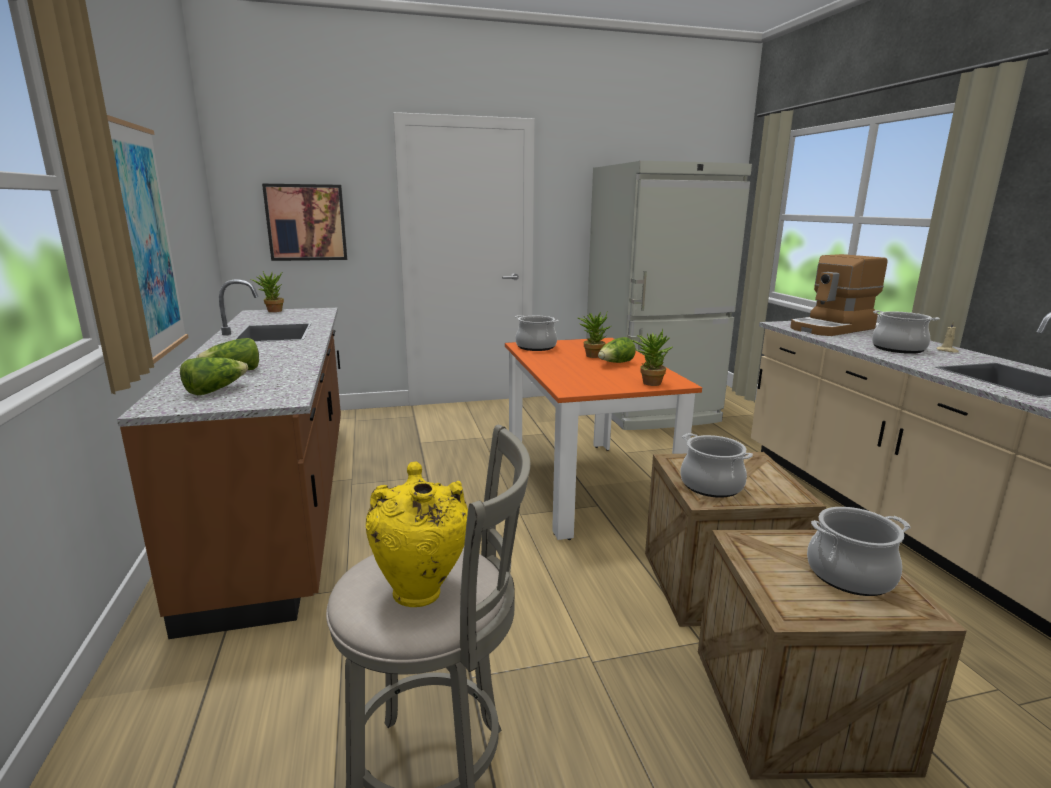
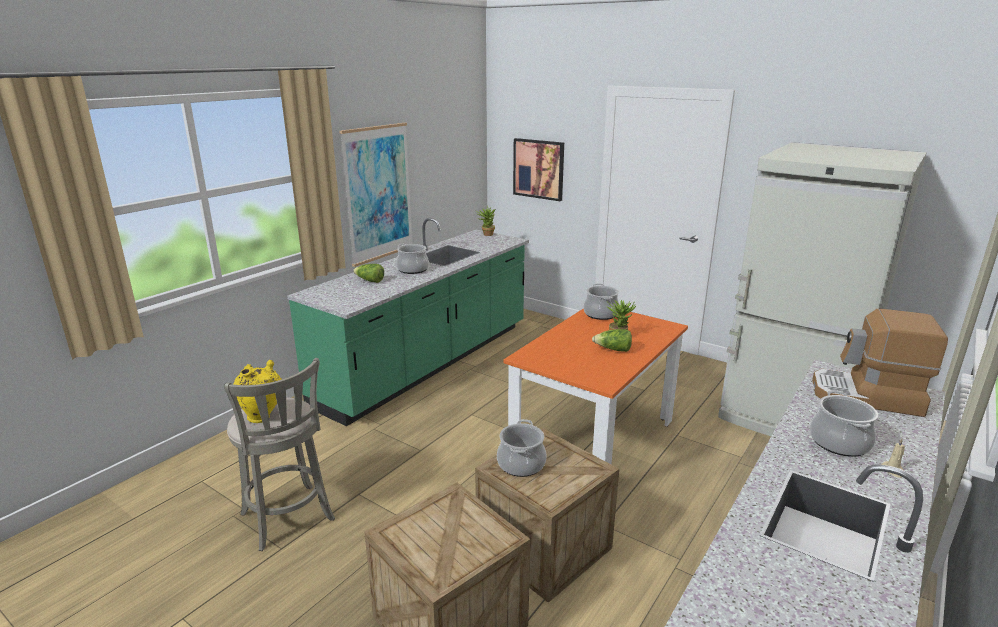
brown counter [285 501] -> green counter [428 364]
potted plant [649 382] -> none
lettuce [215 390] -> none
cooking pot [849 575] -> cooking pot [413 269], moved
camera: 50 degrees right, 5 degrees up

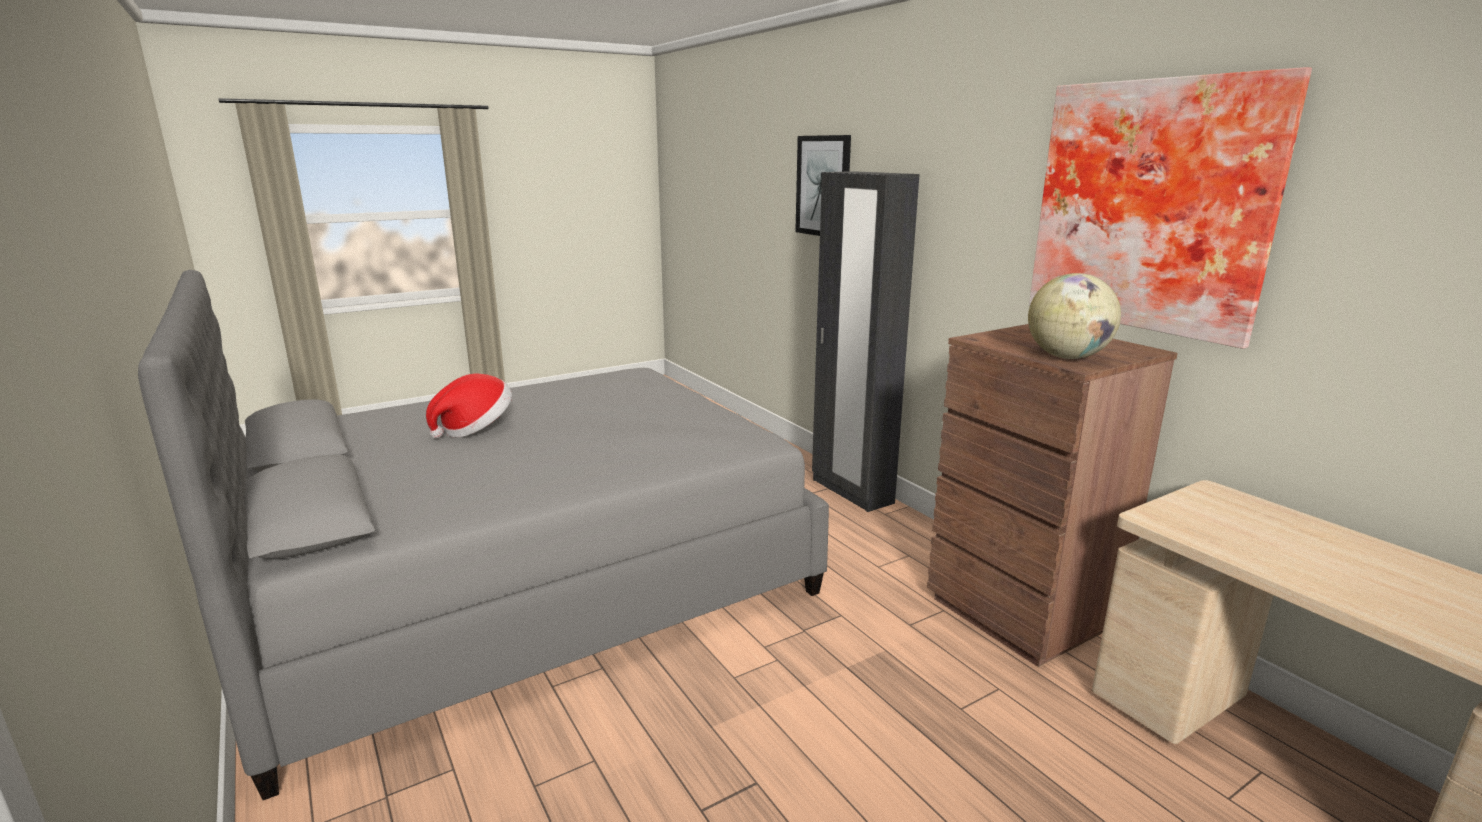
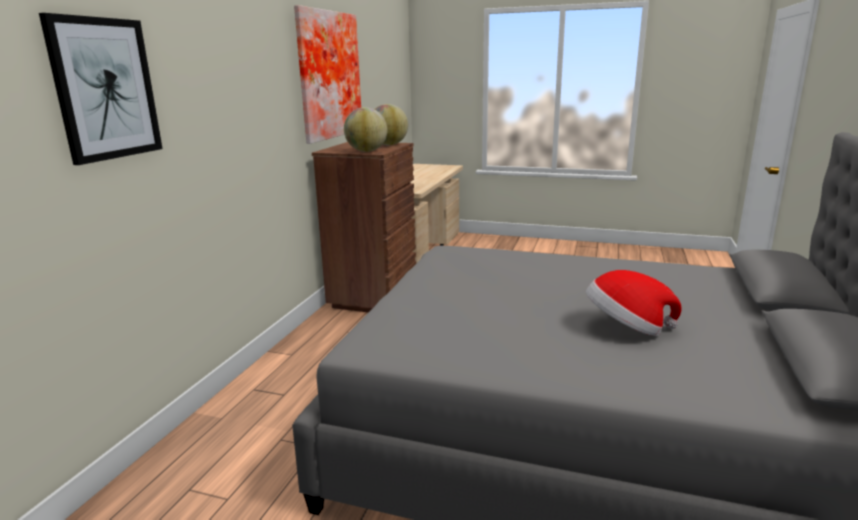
black wardrobe [851 491] -> none
none -> globe [366 151]
camera: 130 degrees left, 0 degrees up

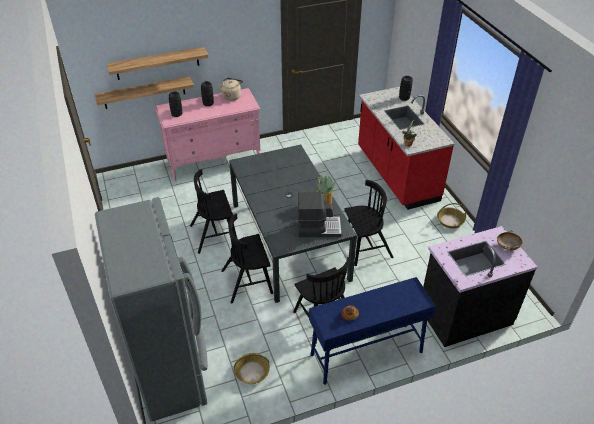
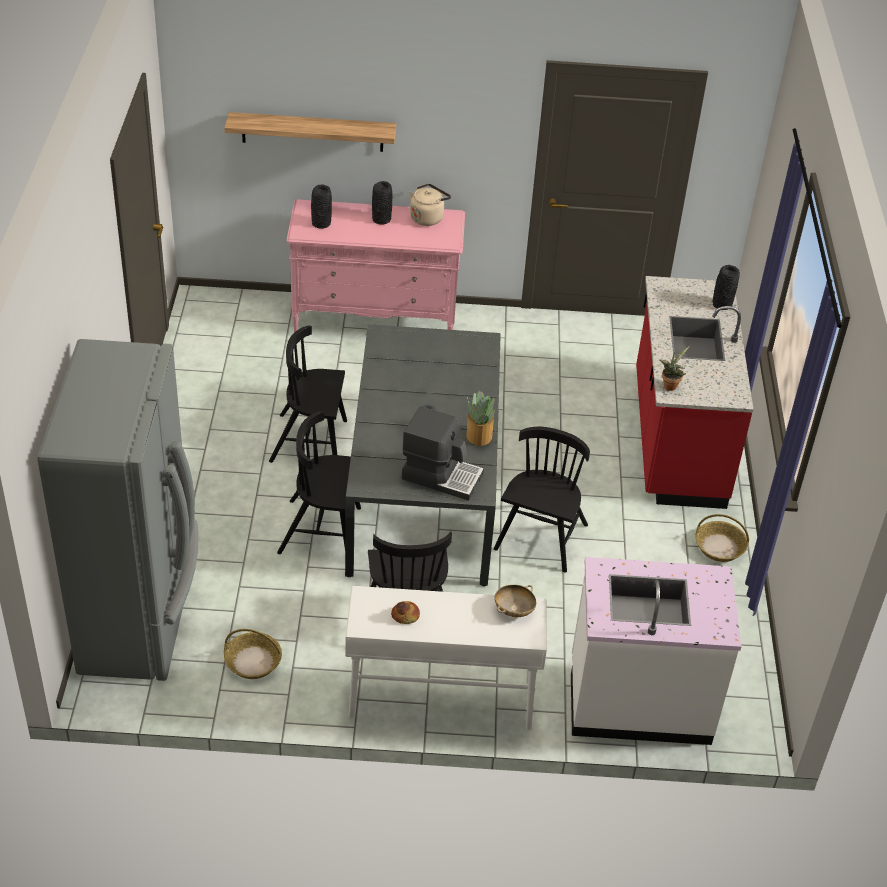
shelf [144 93] -> none
black chair [363 247] -> black chair [539 540], 75 degrees counterclockwise
black counter [464 314] -> white counter [639 701]
beige bowl [507 246] -> beige bowl [514 609], moved
blue console table [366 353] -> white console table [441 698]
camera: 20 degrees right, 0 degrees up

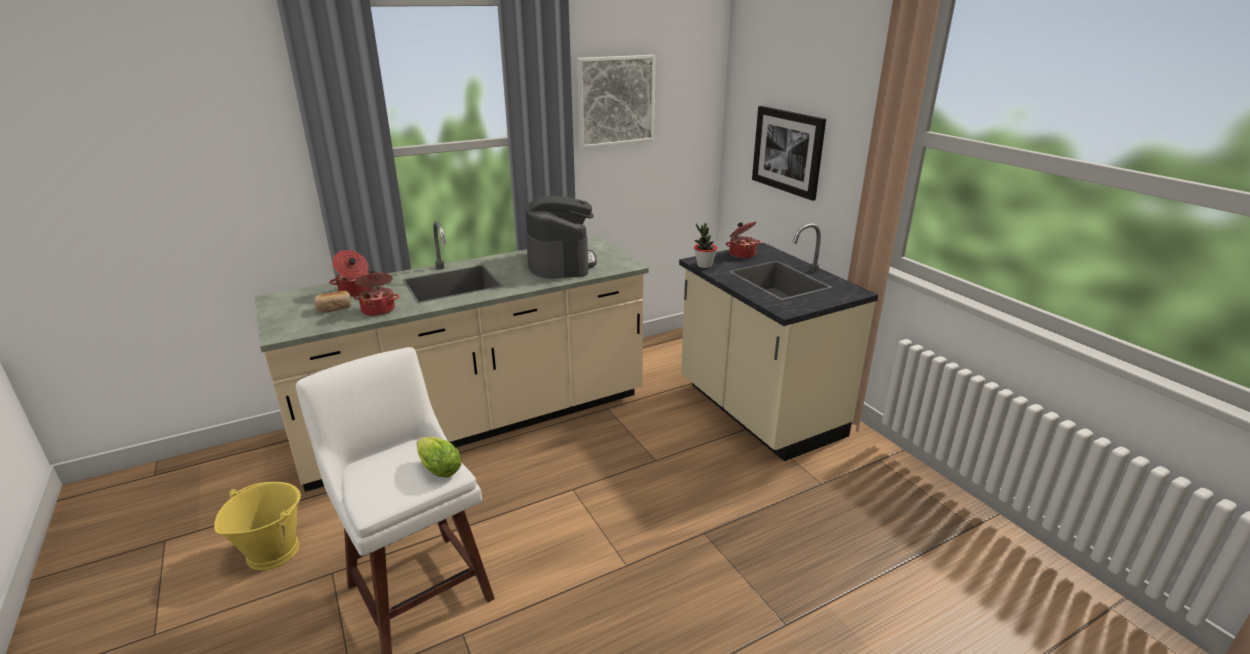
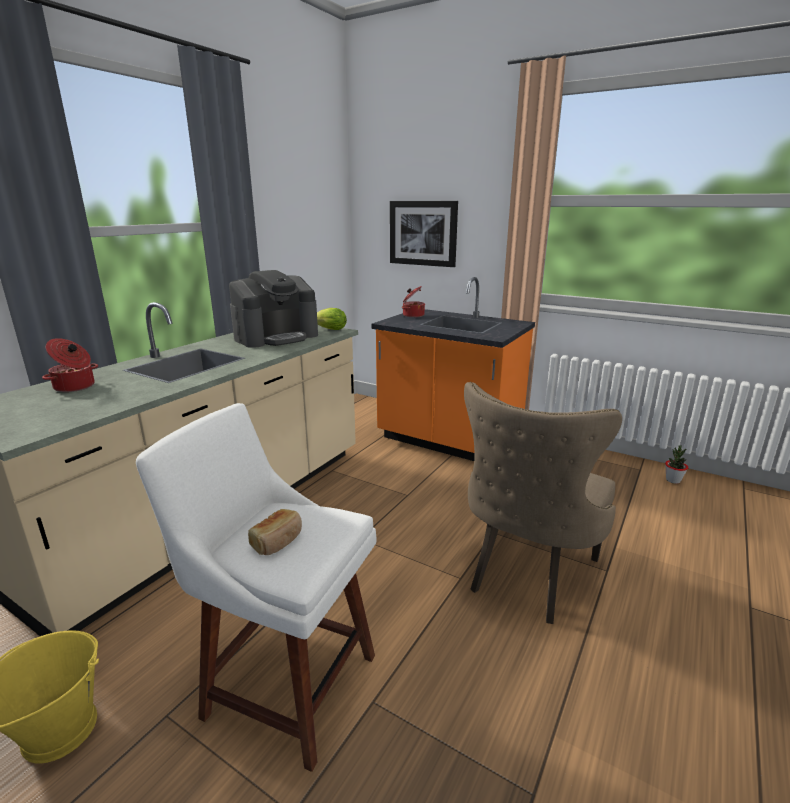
picture [615 101] -> none
coffee machine [560 262] -> coffee machine [276 337], 90 degrees clockwise
beige counter [758 411] -> orange counter [448 441]
potted plant [704 265] -> potted plant [673 480], moved
cooking pot [379 309] -> none
bread [334 308] -> bread [277 541], moved
lettuce [437 468] -> lettuce [329 329], moved
none -> beige chair [528 574]
camera: 30 degrees left, 5 degrees down

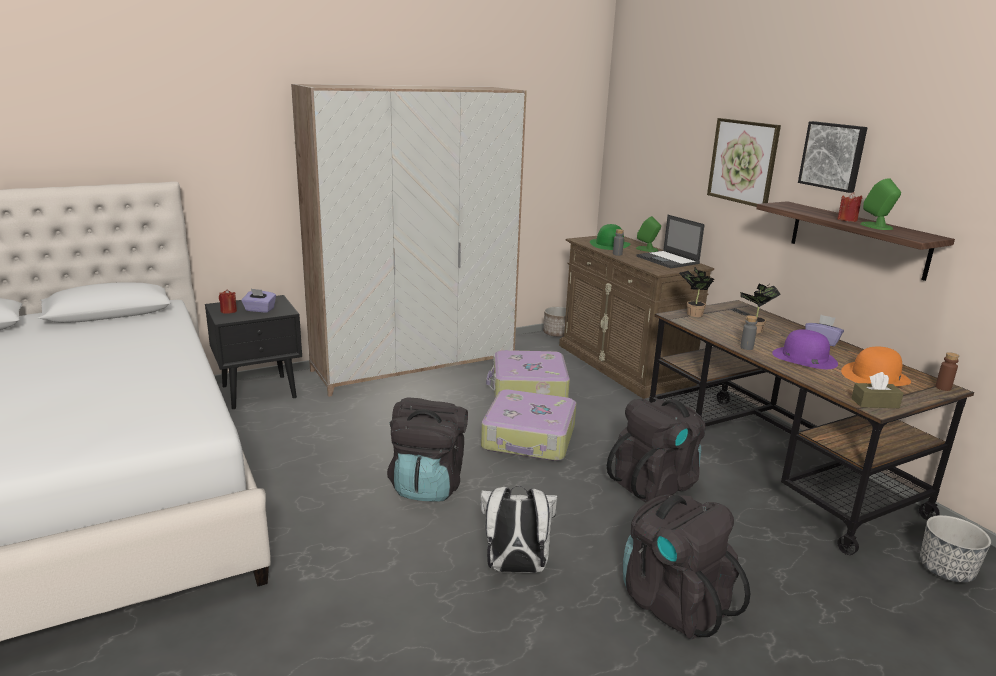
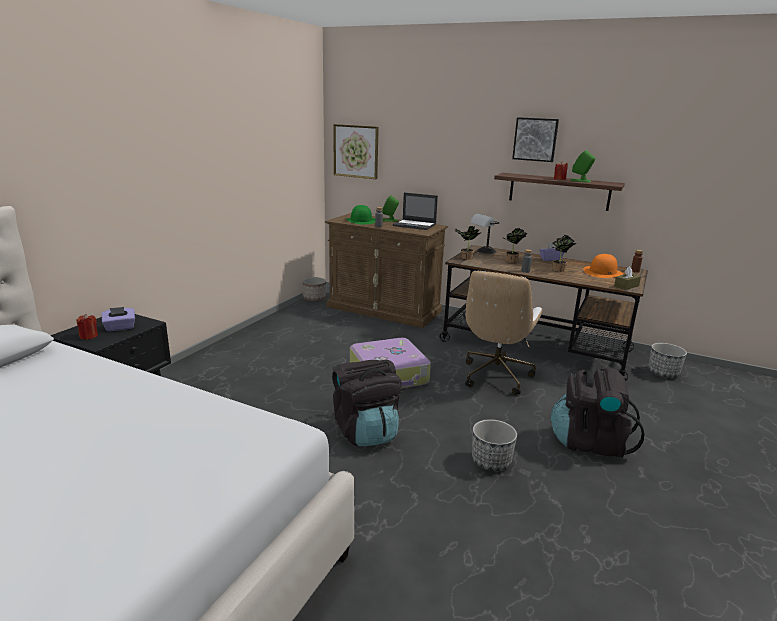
white wardrobe [415 366] -> none
picture [743 162] -> picture [356 151], moved
purple hat [804 358] -> potted plant [559 270]
suitcase [528 389] -> none
black backpack [655 483] -> white office chair [495 378]
white backpack [515 568] -> planter [491 462]
none -> table lamp [484 251]
camera: 35 degrees left, 0 degrees up

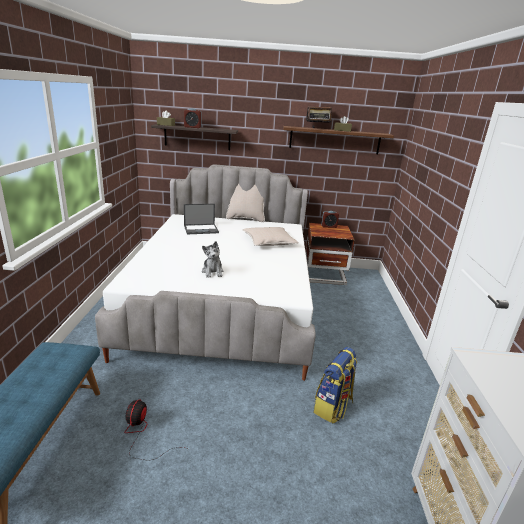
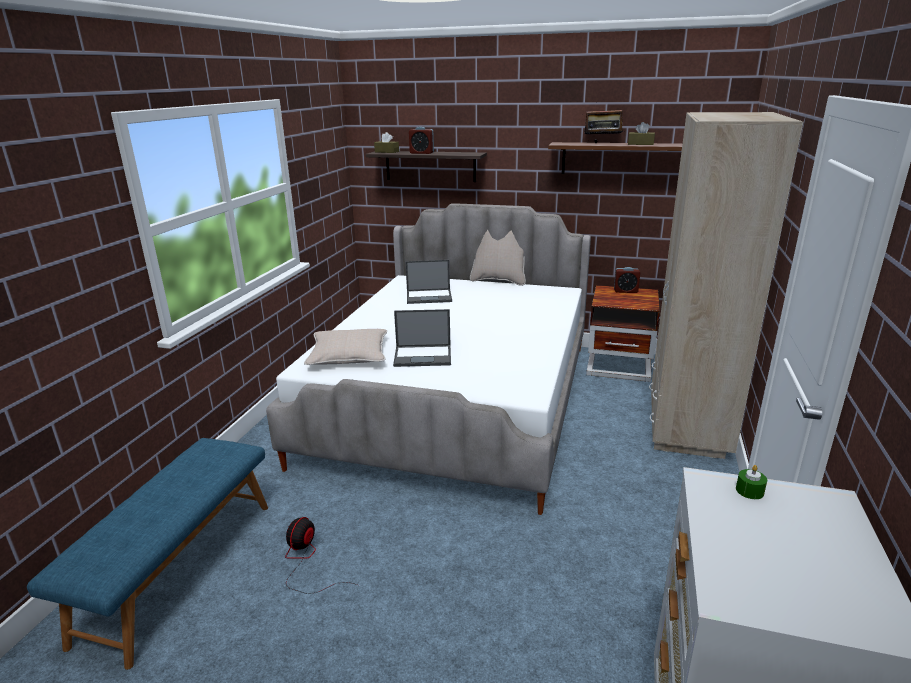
beige pillow [269 241] -> beige pillow [348 354], moved
plush toy [212 272] -> laptop [423 356]
backpack [333 407] -> none
none -> beige wardrobe [687 426]
none -> green candle [749 491]
camera: 15 degrees right, 0 degrees up

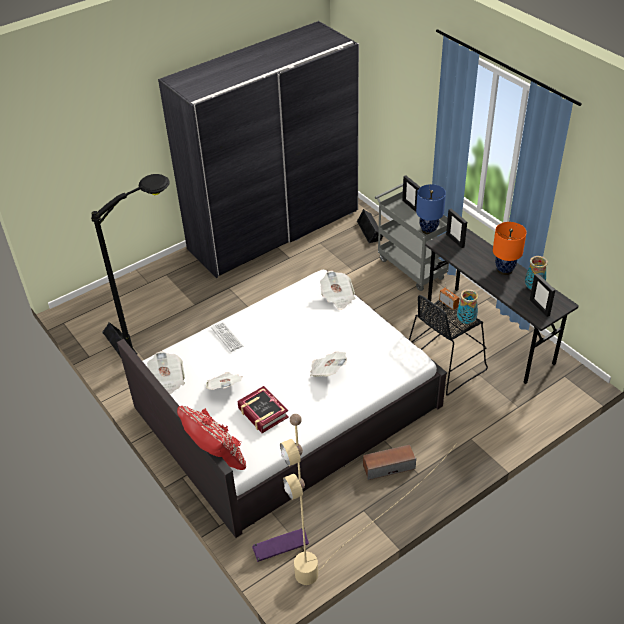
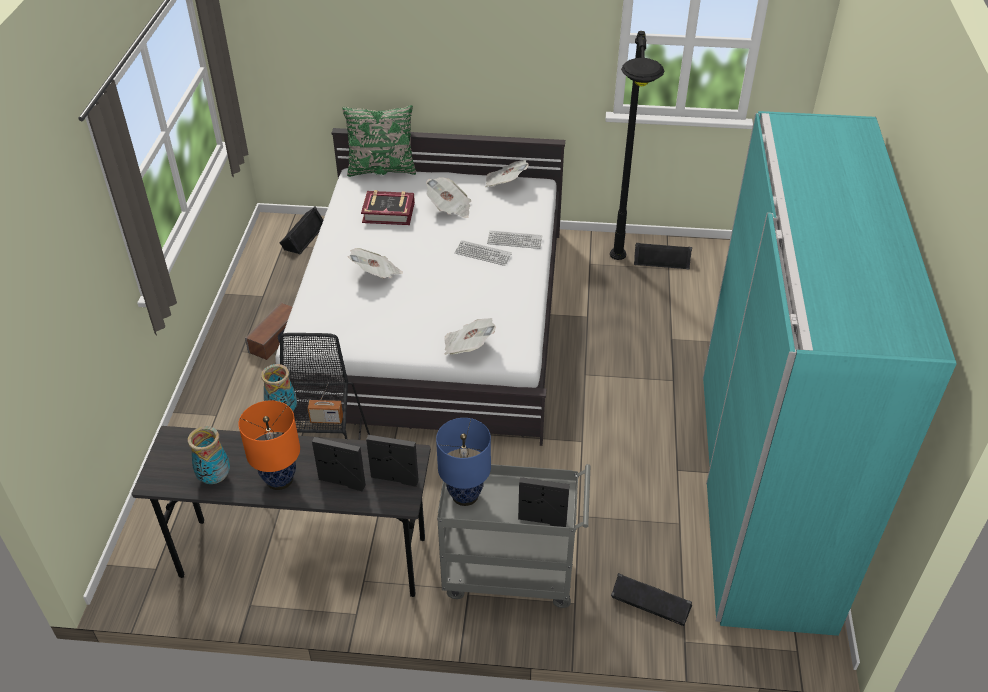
grey wardrobe [274 229] -> turquoise wardrobe [762 494]
picture frame [540 307] -> picture frame [341 483], moved
red pillow [217 456] -> green pillow [382 170]
beige floor lamp [353 535] -> none
purple speaker [280 548] -> black speaker [302 236]
none -> keyboard [483 254]
camera: 130 degrees right, 0 degrees up

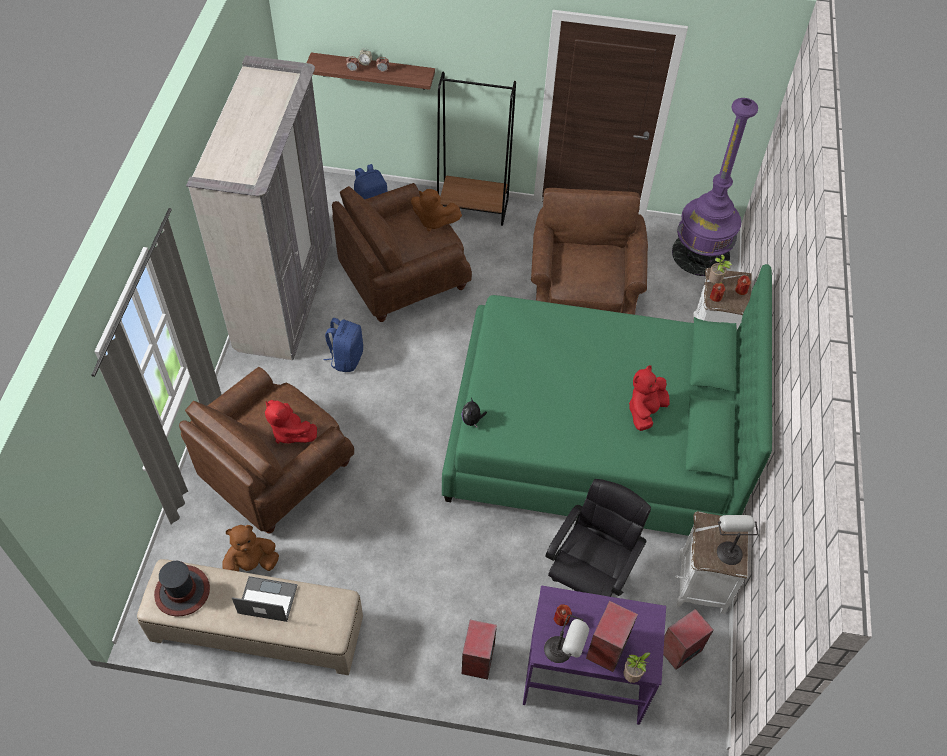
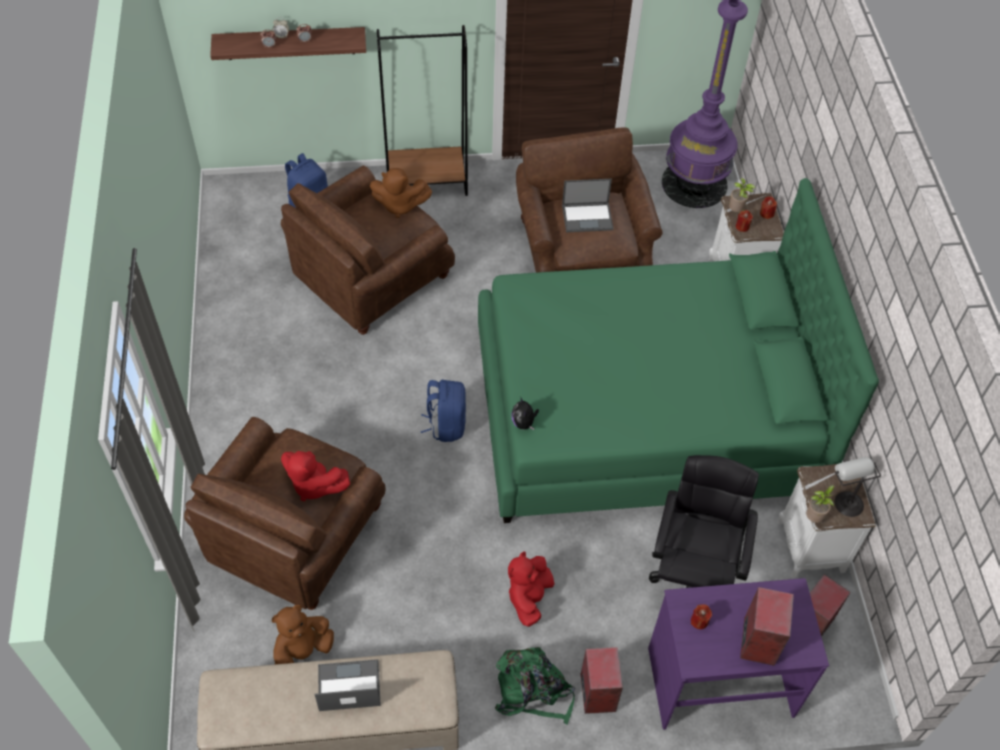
grey wardrobe [286 294] -> none
blue backpack [346 358] -> blue backpack [446 424], moved
red plush toy [645 411] -> red plush toy [529 597], moved
hat [182 591] -> none
table lamp [564 651] -> none
potted plant [632 676] -> potted plant [814 517], moved
none -> laptop [588 217]
none -> green backpack [532 690]
camera: 15 degrees left, 0 degrees up

